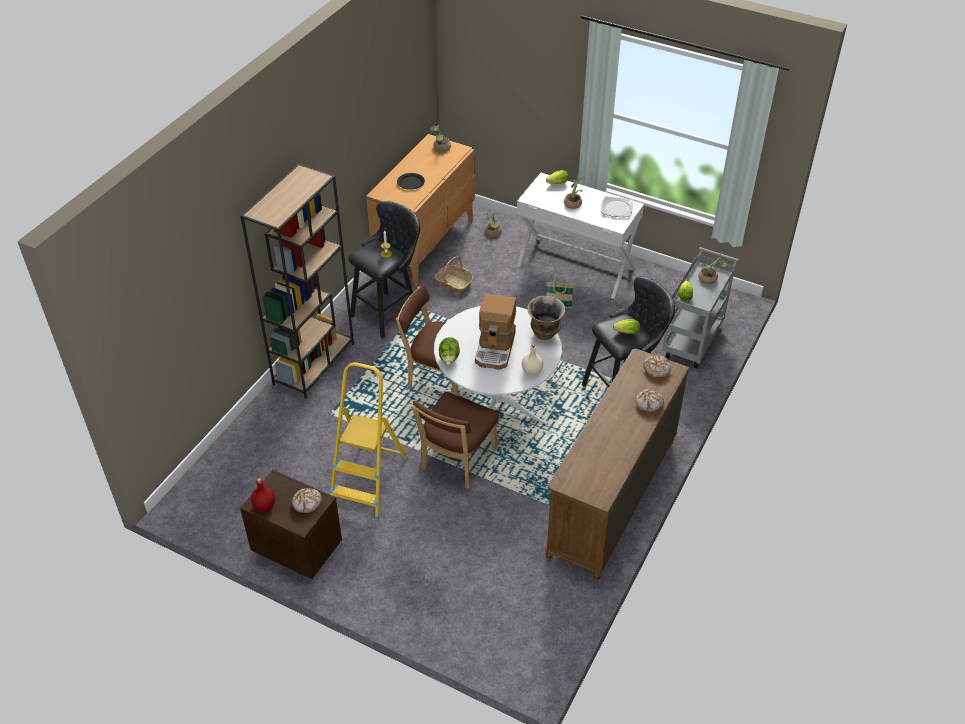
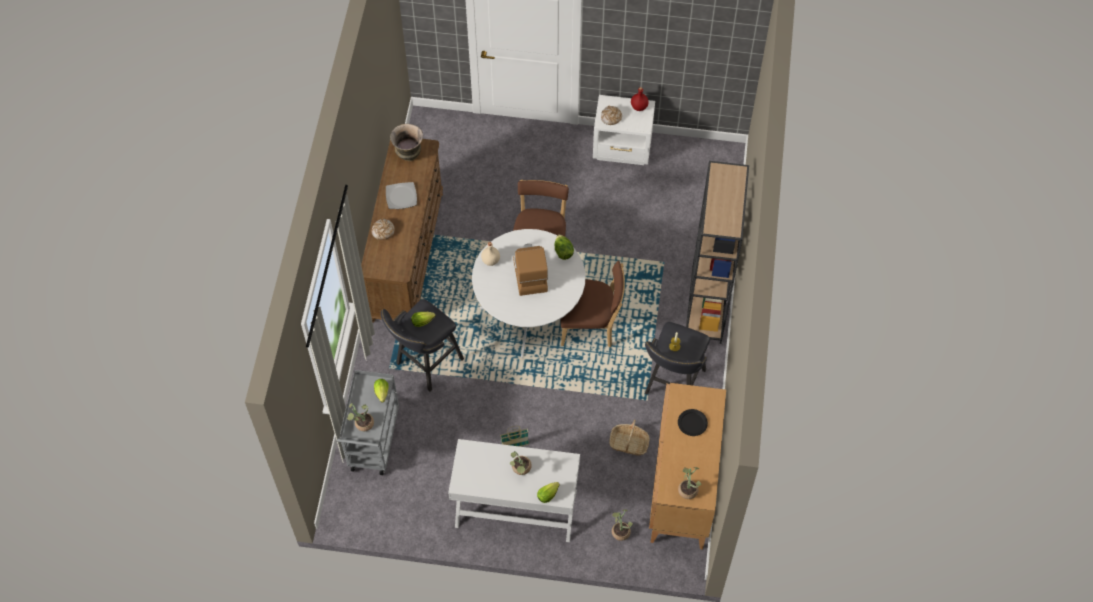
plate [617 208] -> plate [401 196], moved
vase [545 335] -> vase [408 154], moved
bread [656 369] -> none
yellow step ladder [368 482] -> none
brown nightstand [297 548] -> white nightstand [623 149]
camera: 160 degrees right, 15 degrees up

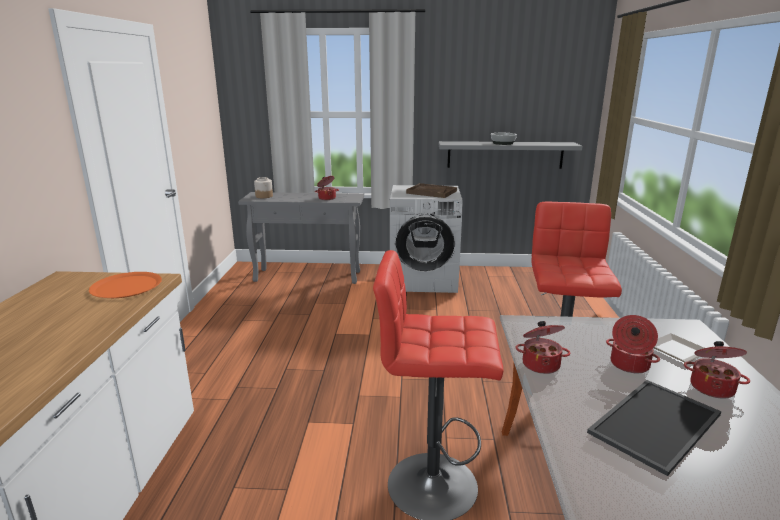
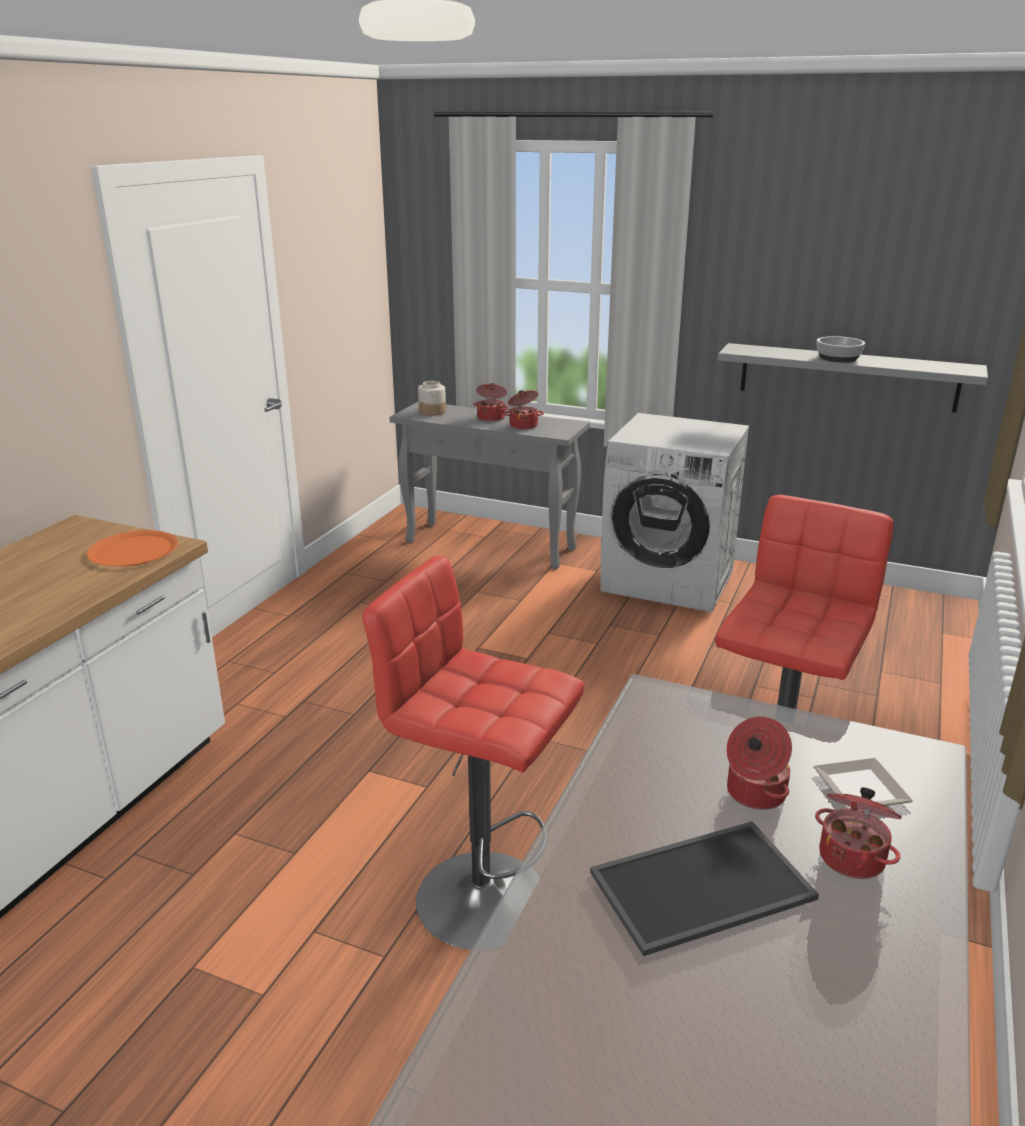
brown tray [431 192] -> none
cooking pot [540 364] -> cooking pot [491 418], moved
camera: 20 degrees right, 5 degrees up

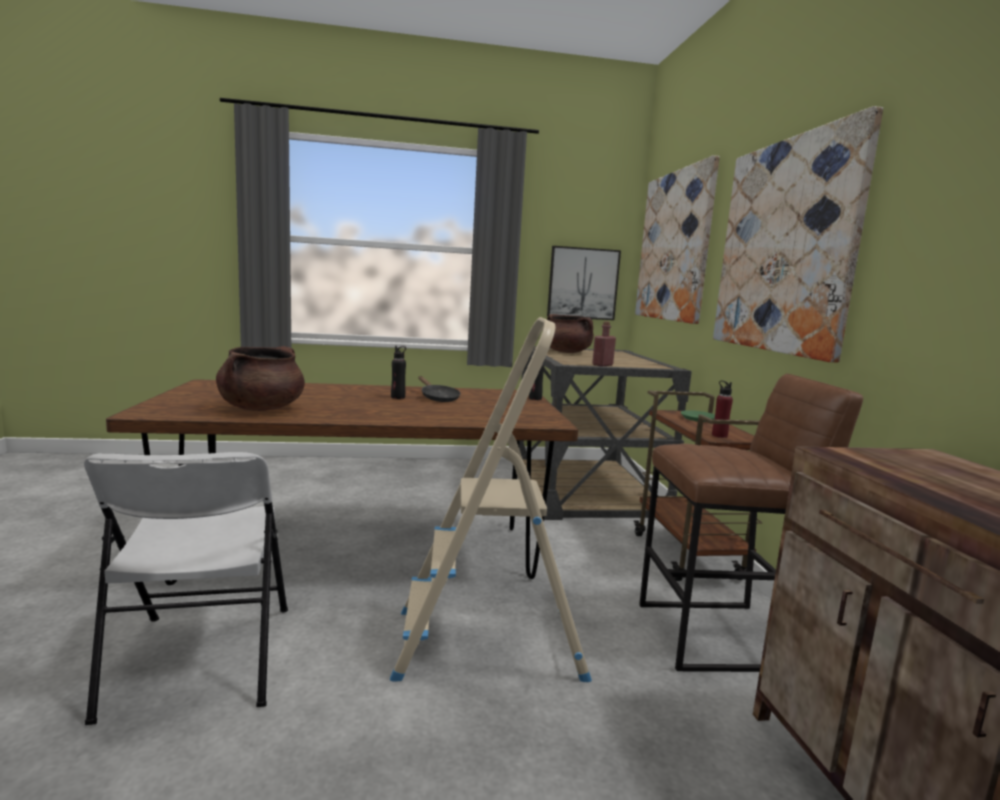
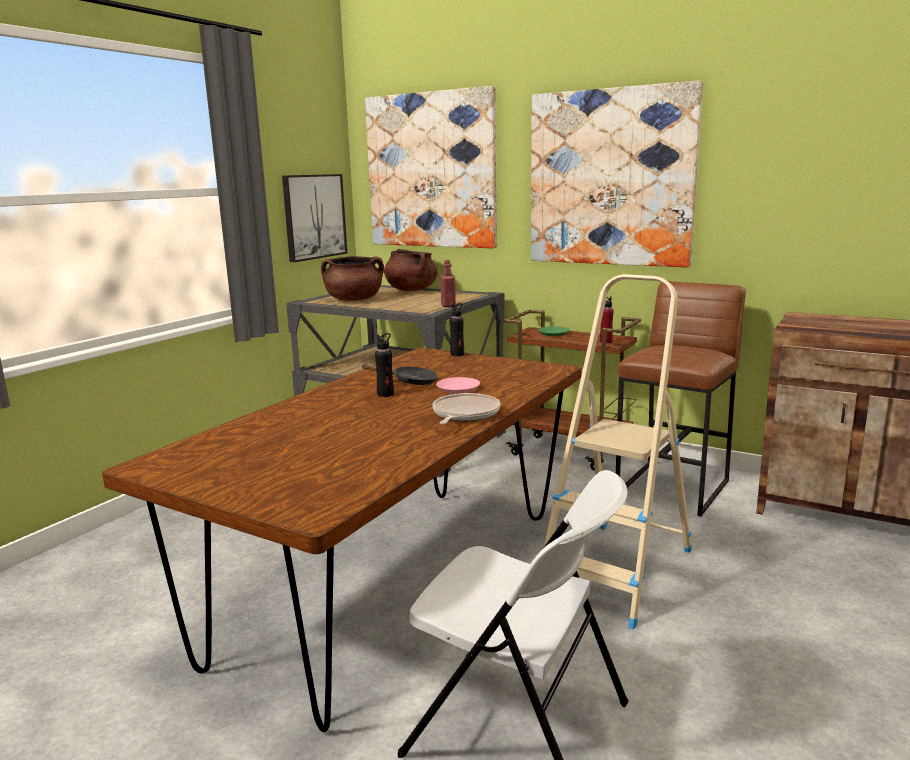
brown cooking pot [262 408] -> brown cooking pot [411 290], moved
none -> pink plate [458 388]
none -> frying pan [464 414]
camera: 50 degrees left, 5 degrees up

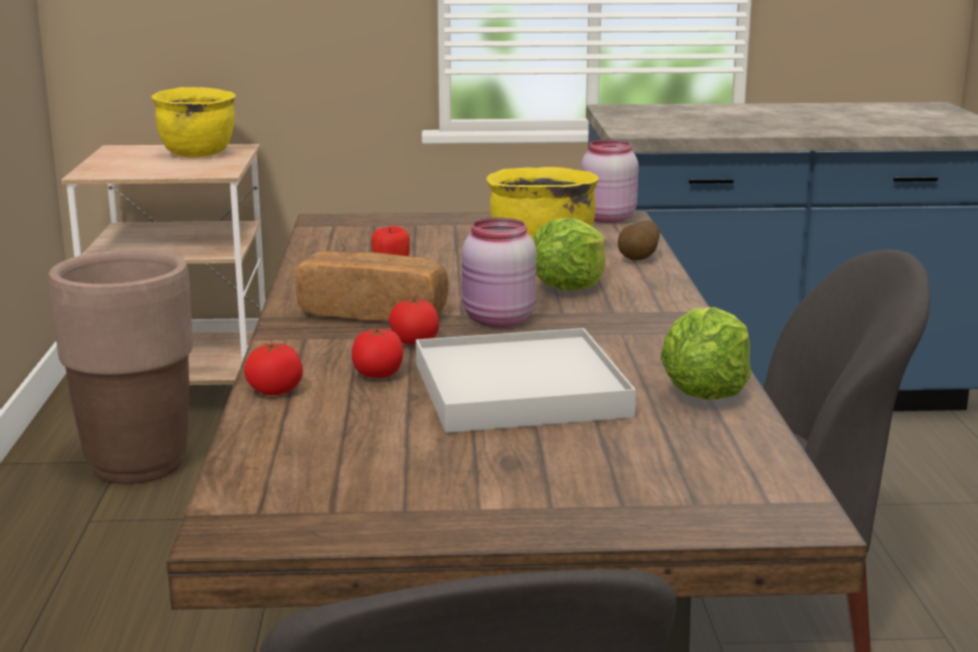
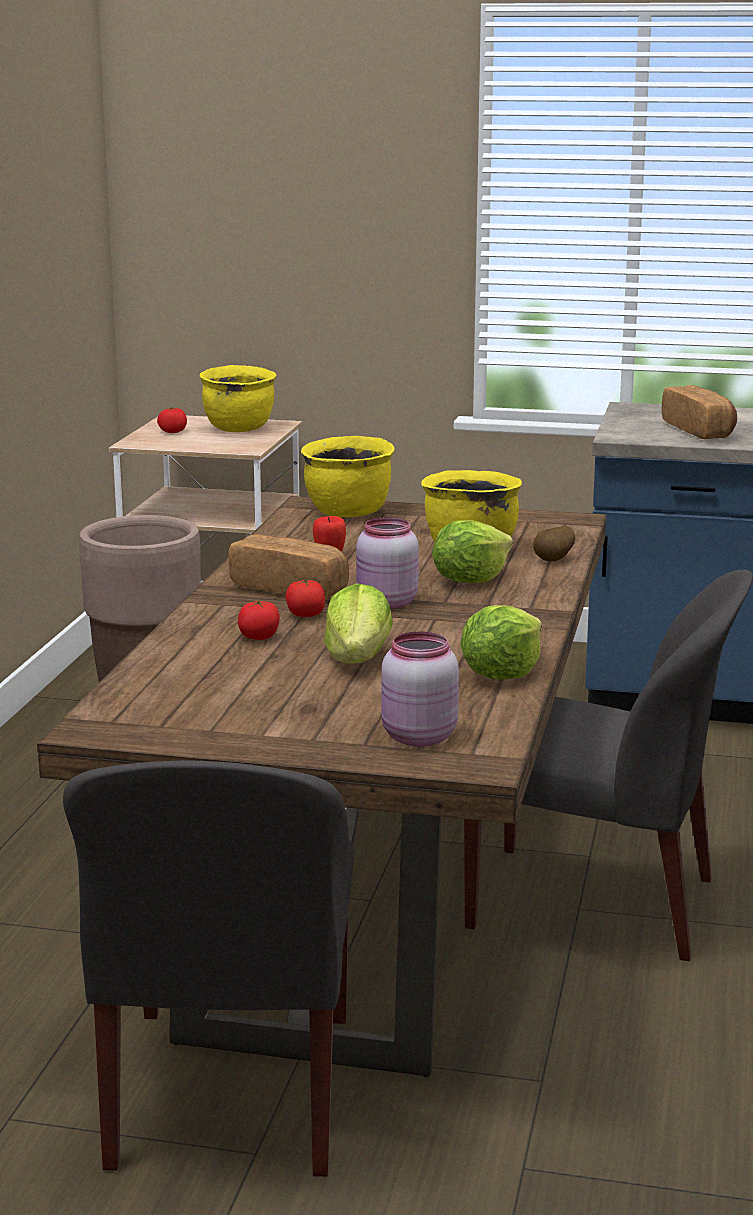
pink jar [606 218] -> pink jar [417 737], moved
white tray [520 389] -> lettuce [358 658]
tomato [275 391] -> tomato [172 432], moved
none -> bread [699 431]
none -> yellow cooking pot [348 513]
camera: 15 degrees right, 0 degrees up

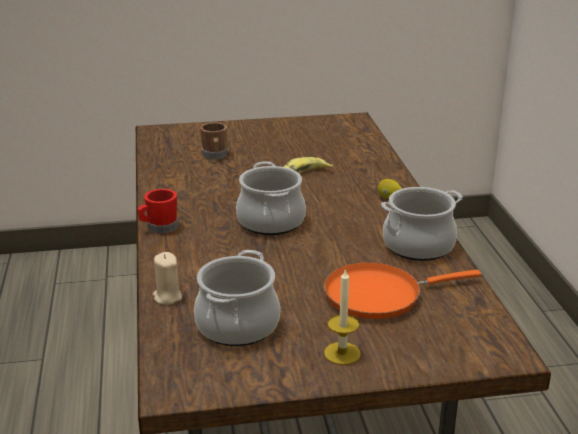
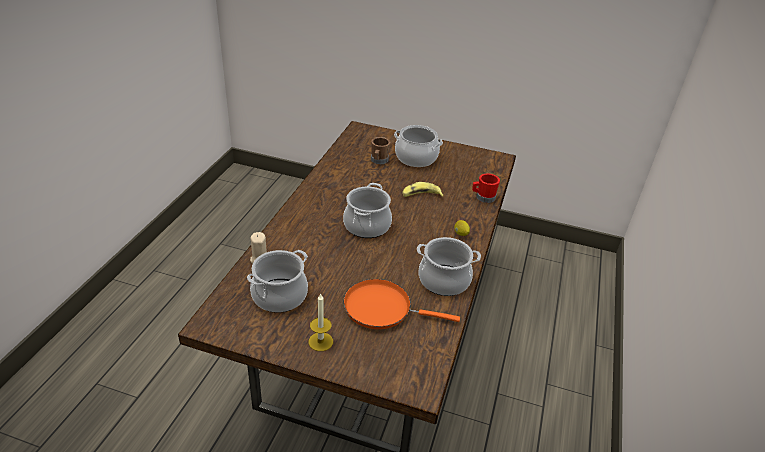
red mug [159 228] -> red mug [483 197], moved
none -> cooking pot [416 158]
camera: 25 degrees right, 10 degrees up

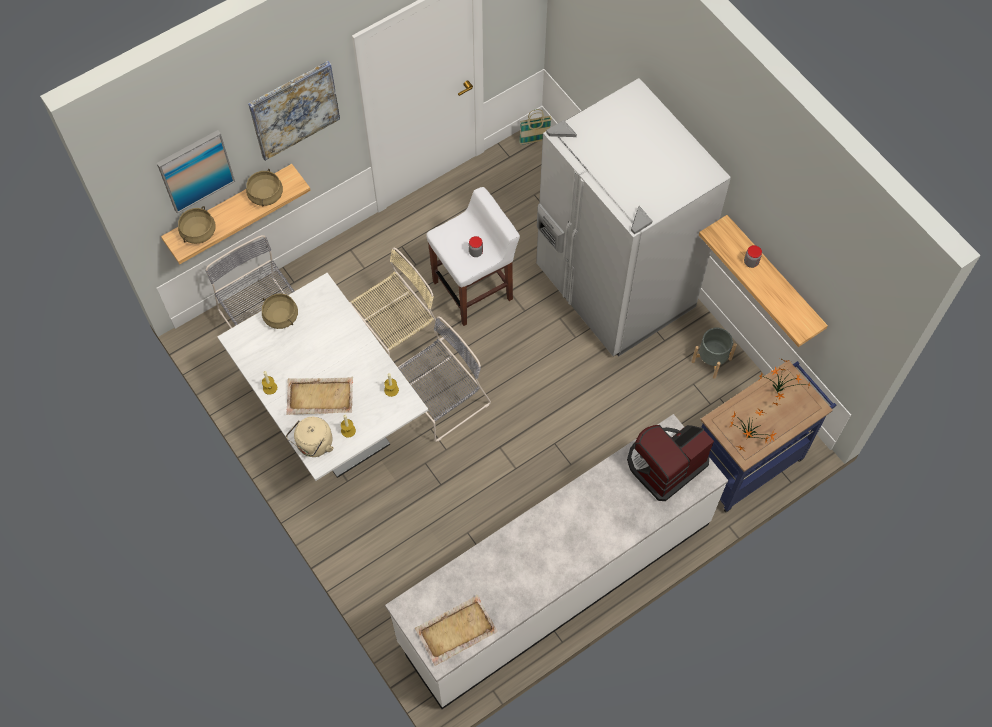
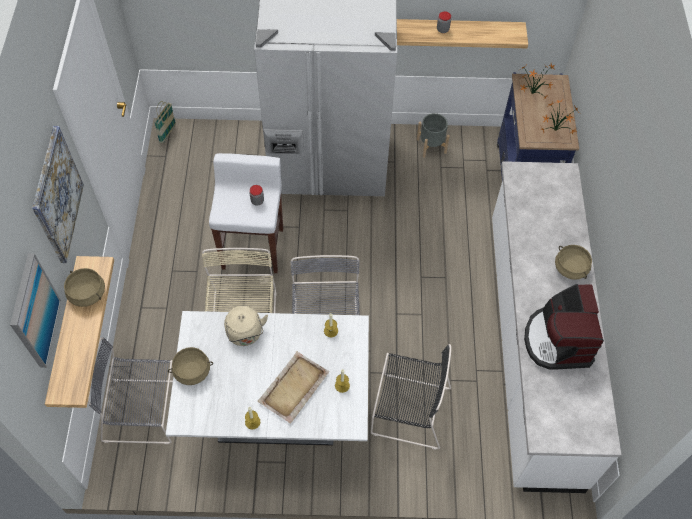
beige cooking pot [198 232] -> beige cooking pot [570 268], moved
beige kettle [313 445] -> beige kettle [245 334], moved
coffee machine [664 464] -> coffee machine [557 340], moved
beige tray [455 631] -> none
none -> black chair [408 410]
camera: 55 degrees left, 5 degrees down

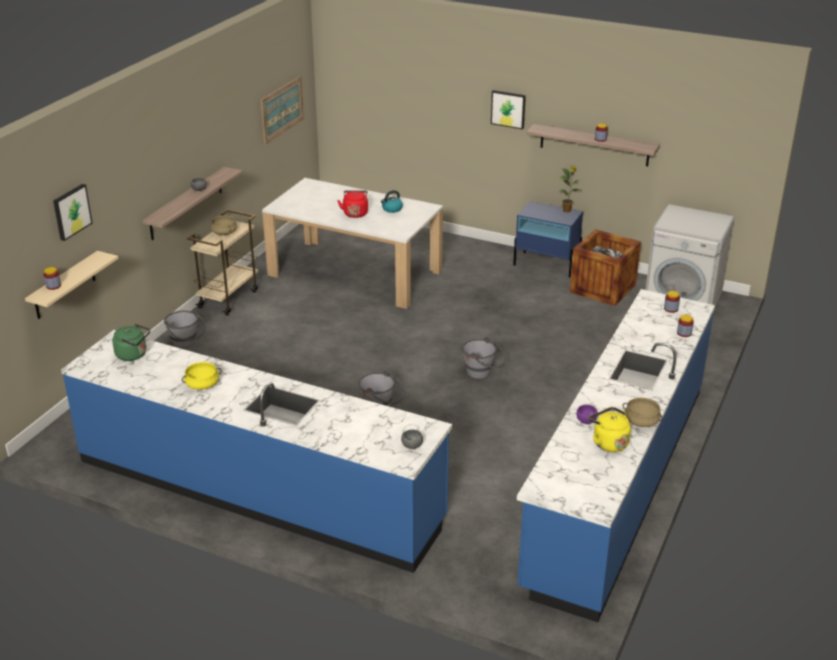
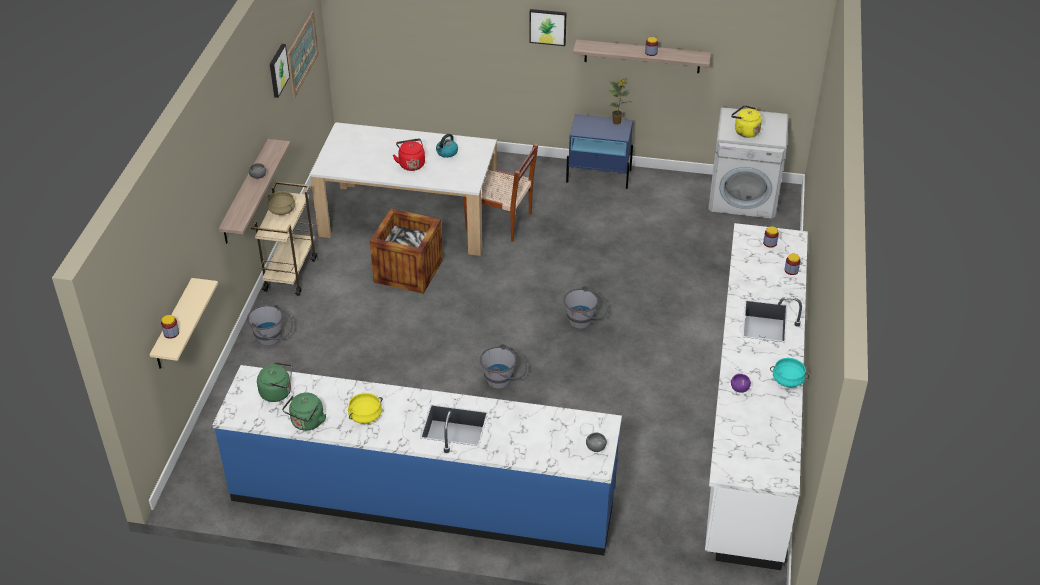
picture [71 211] -> picture [278 70], moved
crate [602 288] -> crate [408 271], moved
blue counter [616 482] -> white counter [750 421]
beige cooking pot [641 421] -> turquoise cooking pot [787 380]
yellow kettle [608 443] -> yellow kettle [745 131], moved
none -> chair [500 222]
none -> green kettle [306 423]
camera: 15 degrees left, 10 degrees up

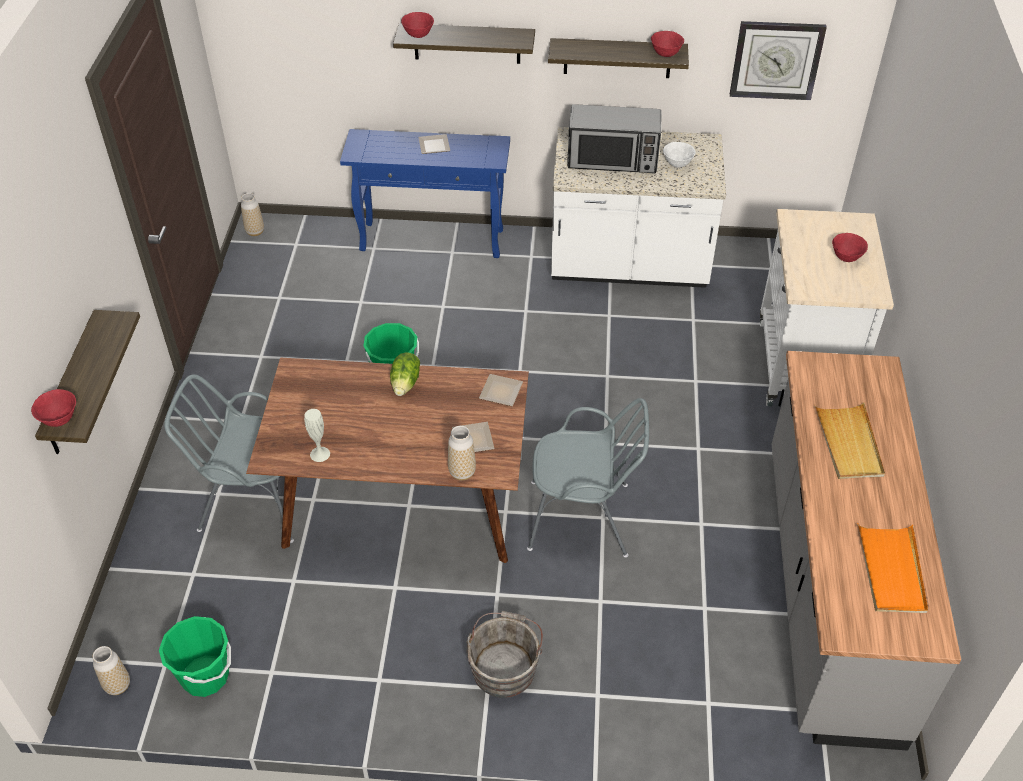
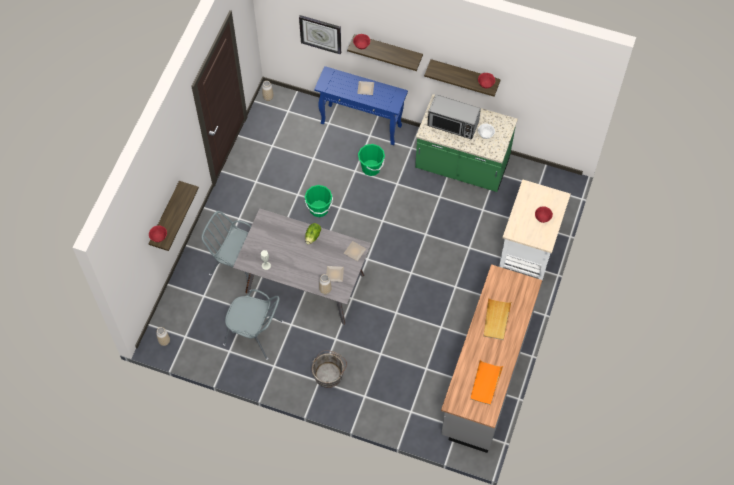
wall clock [776 60] -> wall clock [320 34], moved
white counter [629 265] -> green counter [462 166]
brown dining table [401 506] -> grey dining table [304 284]
grey chair [584 517] -> grey chair [255 334], moved
green bucket [205 676] -> green bucket [371 168], moved
camera: 15 degrees right, 15 degrees up

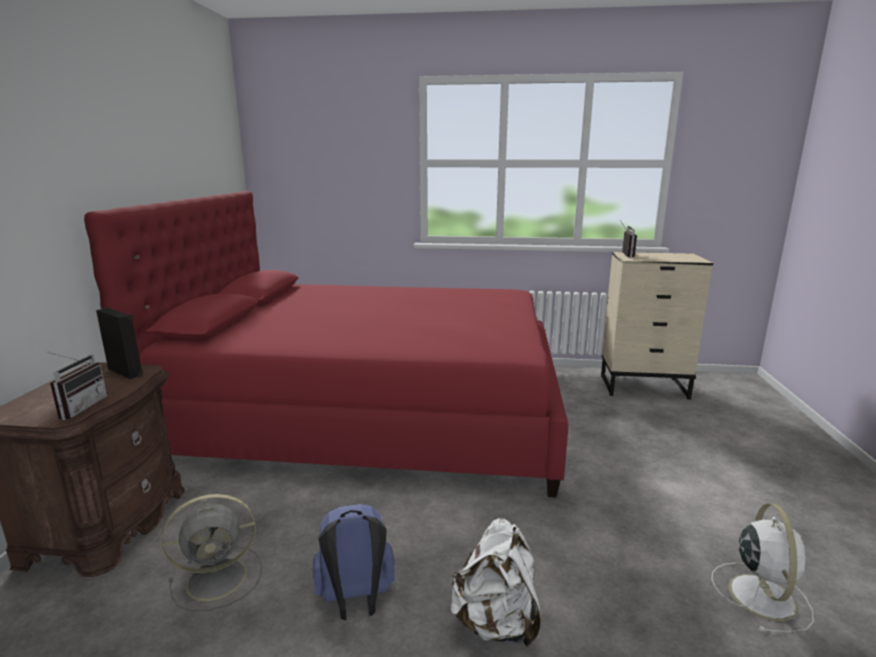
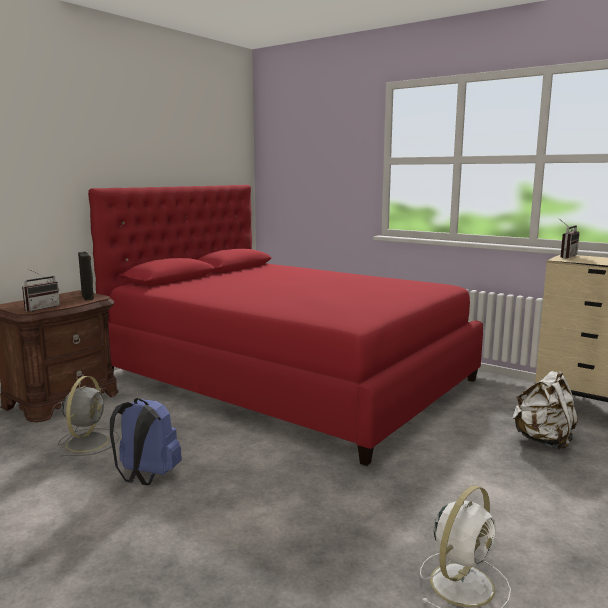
grey fan [220 578] -> grey fan [88 441], 90 degrees counterclockwise
white backpack [496 622] -> white backpack [544 441], moved
camera: 30 degrees right, 5 degrees down

